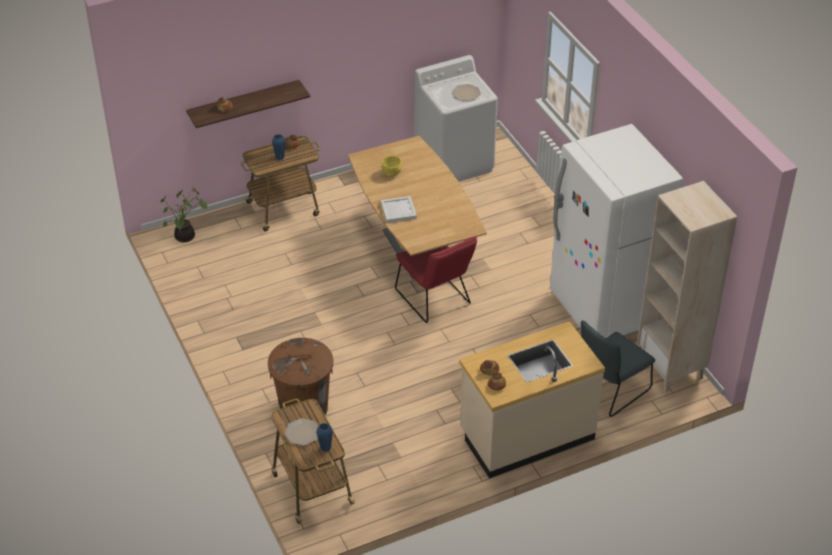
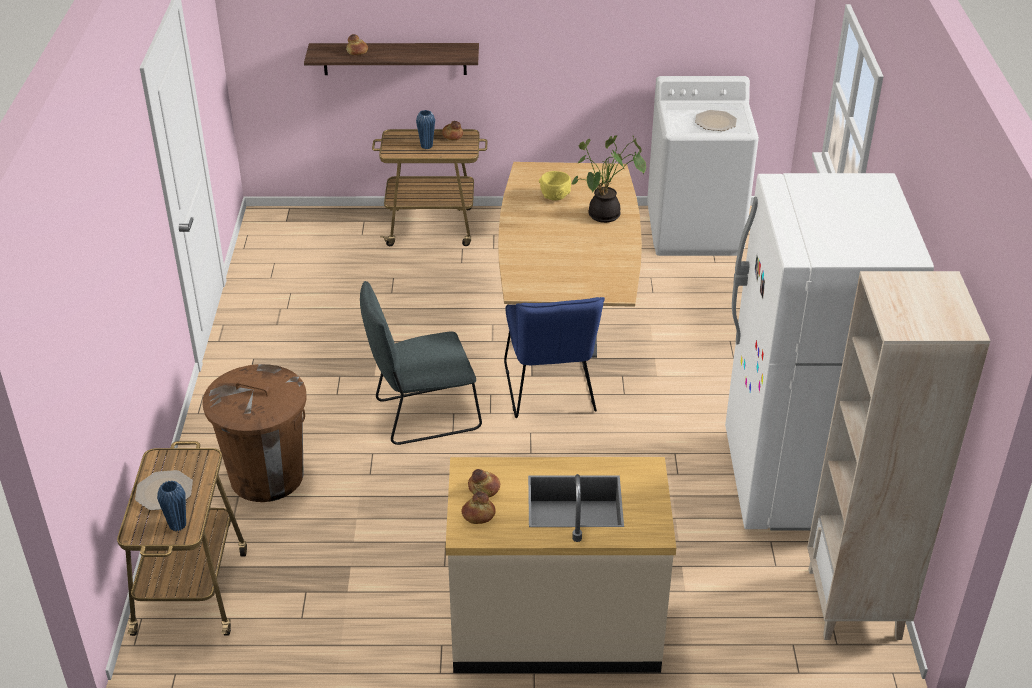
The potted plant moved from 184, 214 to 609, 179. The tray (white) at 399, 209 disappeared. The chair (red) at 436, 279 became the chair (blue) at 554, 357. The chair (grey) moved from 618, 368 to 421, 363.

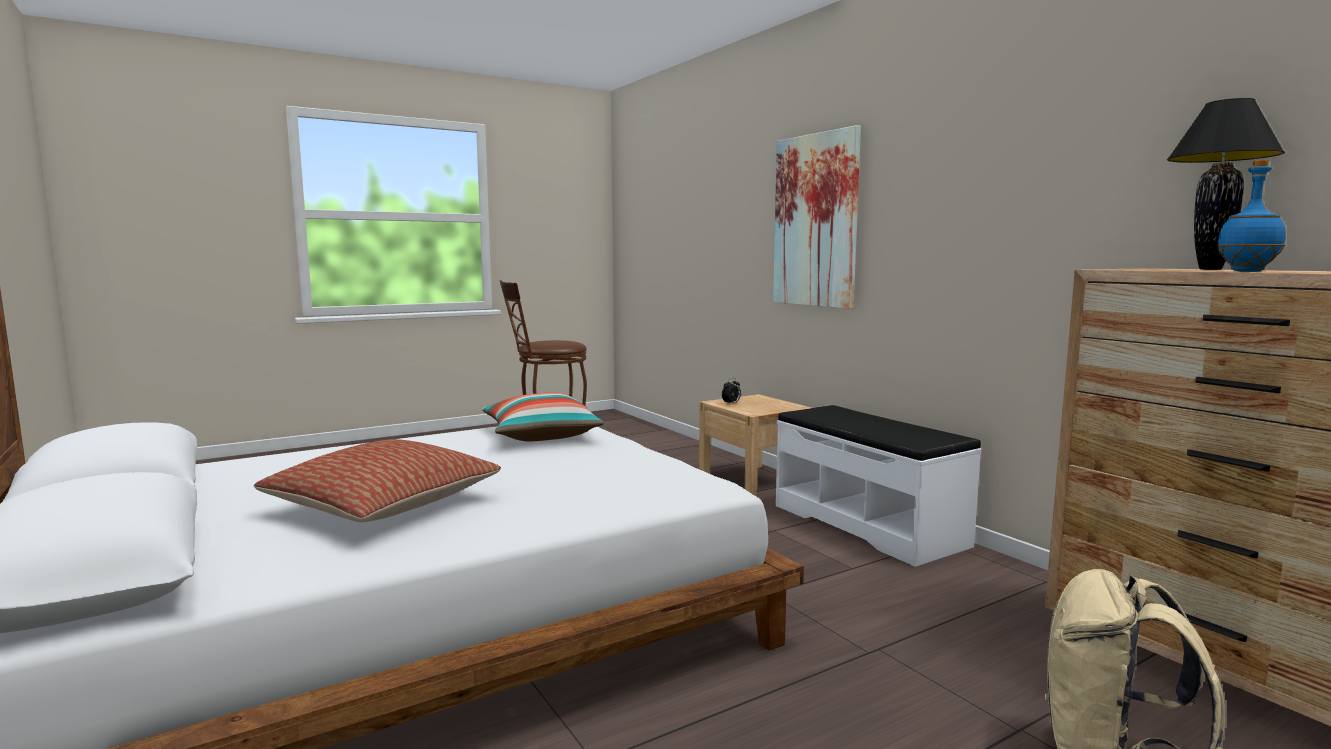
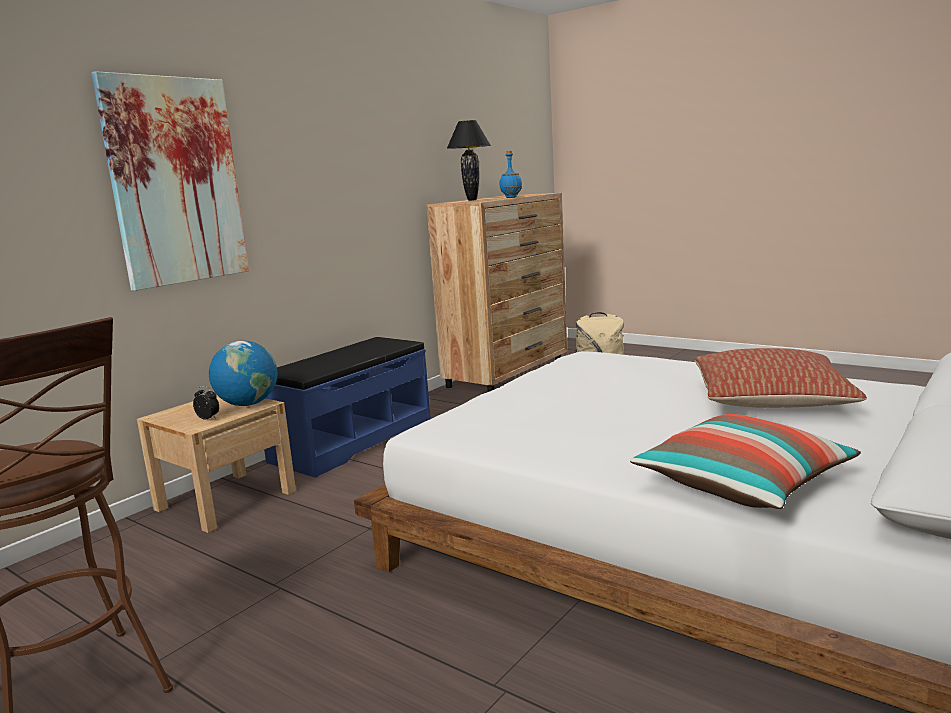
The pillow moved from 543, 416 to 745, 461. The bench (white) at 878, 486 became the bench (blue) at 347, 407. The globe at 243, 373 appeared.

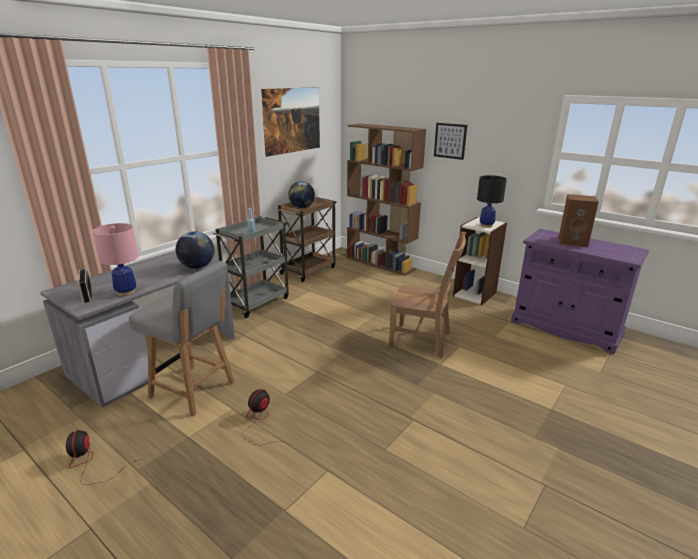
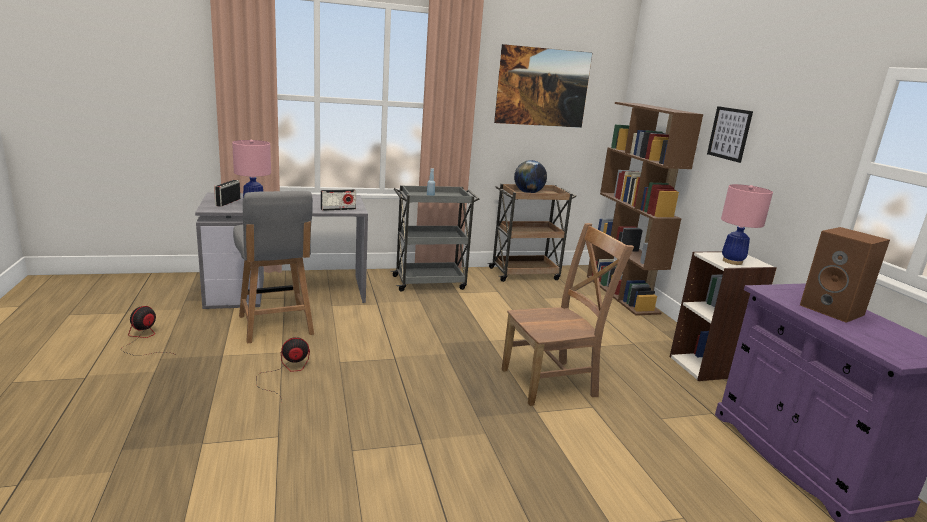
The table lamp (black) at 492, 201 became the table lamp (pink) at 747, 224. The globe at 195, 250 was replaced by the radio at 338, 200. The chair (brown) at 427, 295 turned 75 degrees counterclockwise.

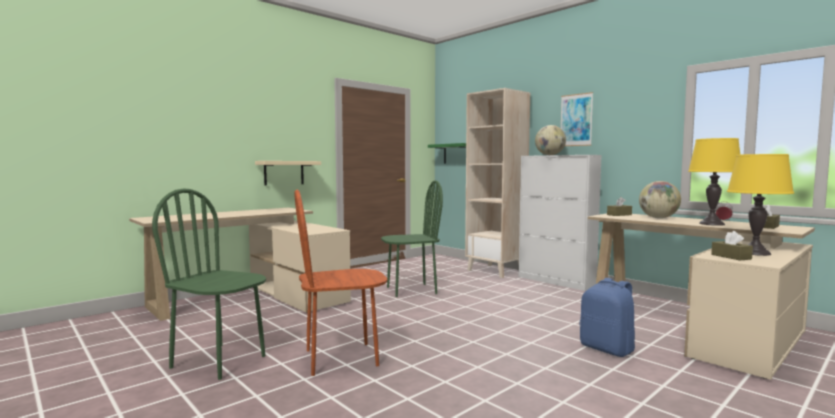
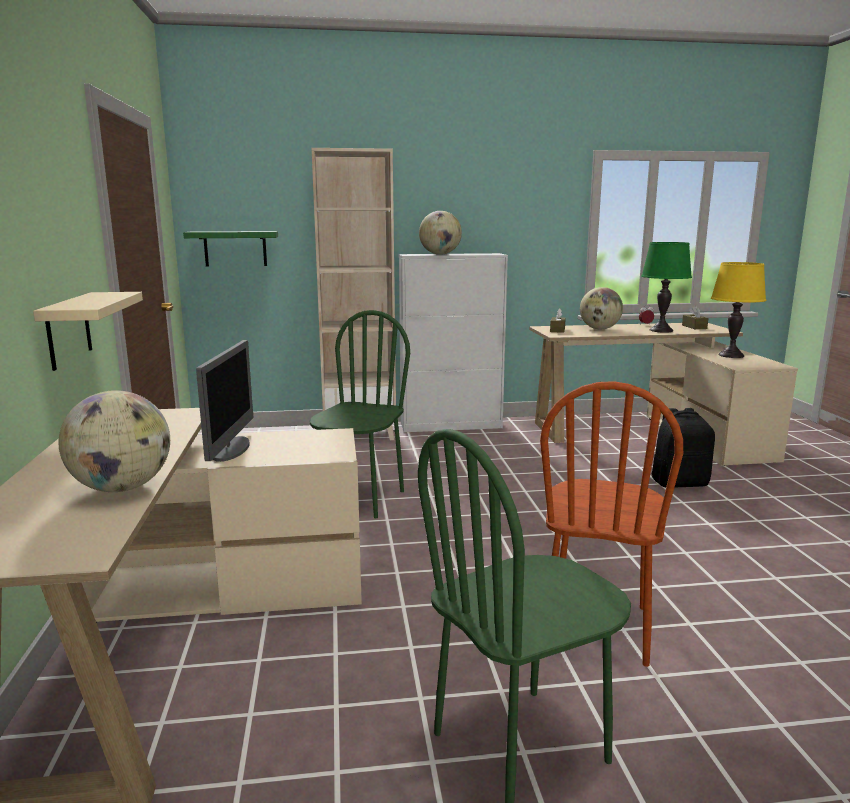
The picture at 577, 119 disappeared. The table lamp (yellow) at 714, 182 became the table lamp (green) at 666, 287. The tissue box (brown) at 732, 246 disappeared. The backpack (blue) at 607, 317 became the backpack (black) at 683, 447. The monitor at 224, 401 appeared. The globe at 114, 441 appeared.

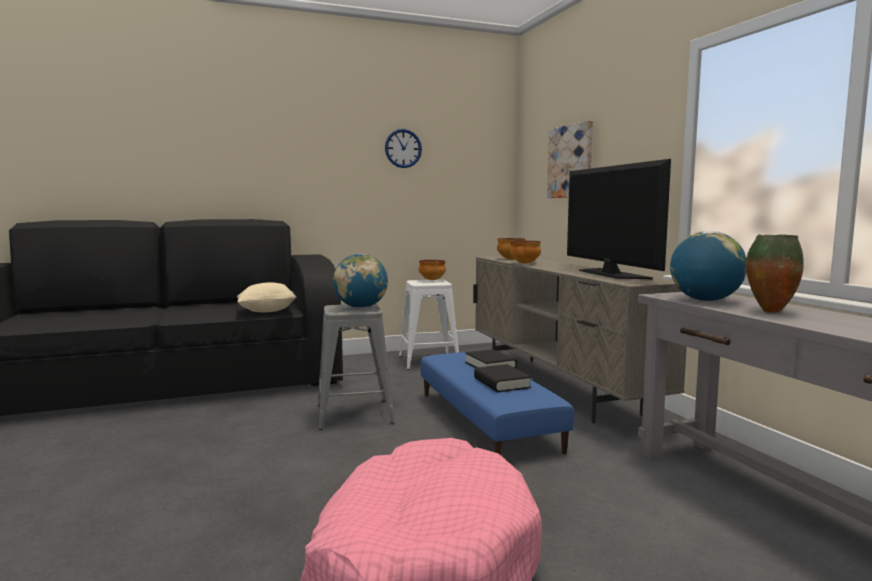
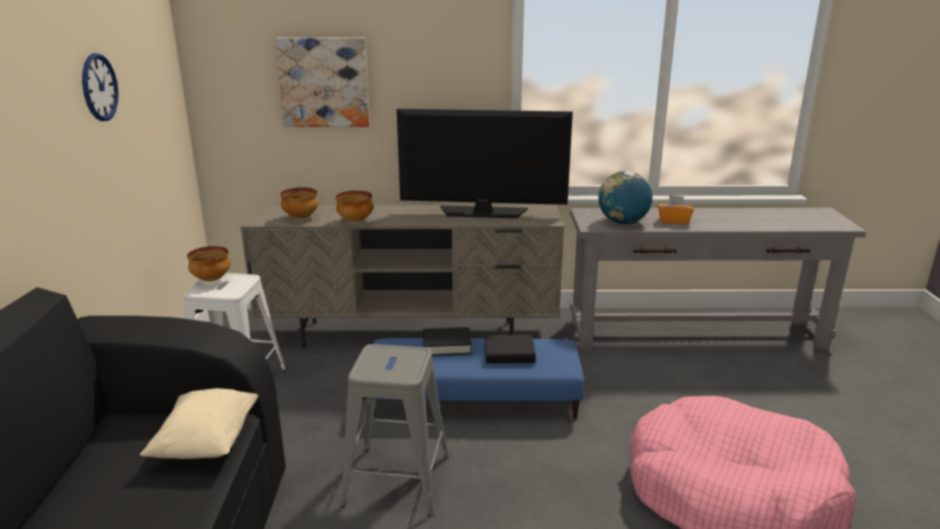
The vase at 775, 273 was replaced by the tissue box (orange) at 676, 210. The globe at 360, 281 disappeared.

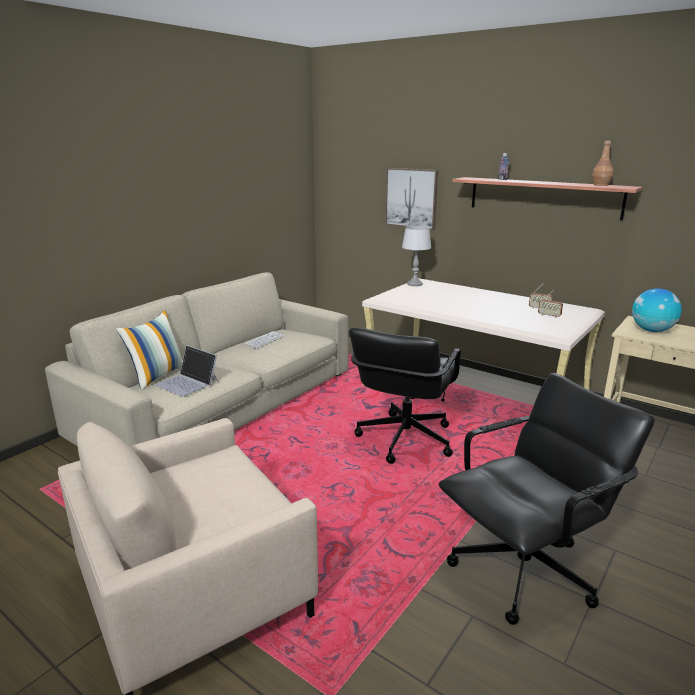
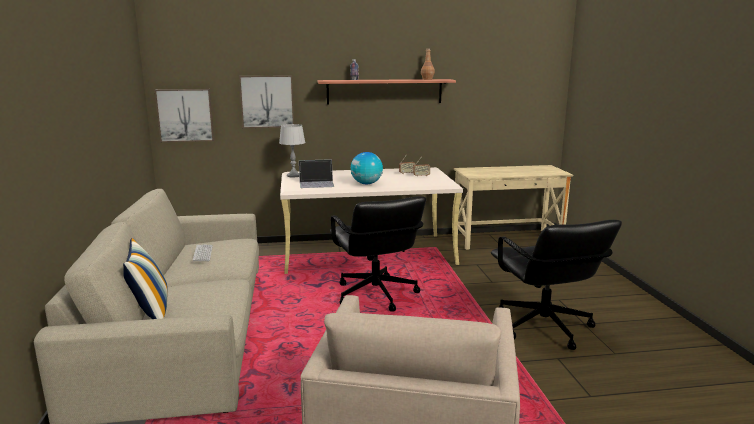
The globe moved from 657, 310 to 367, 168. The laptop moved from 186, 371 to 316, 173. The office chair (black) at 547, 499 turned 150 degrees clockwise. The picture at 184, 115 appeared.

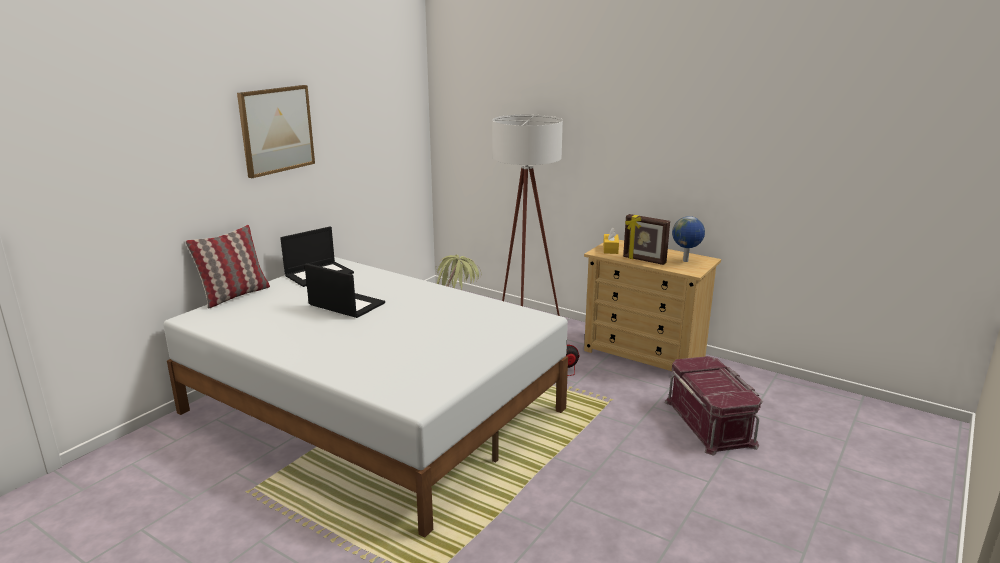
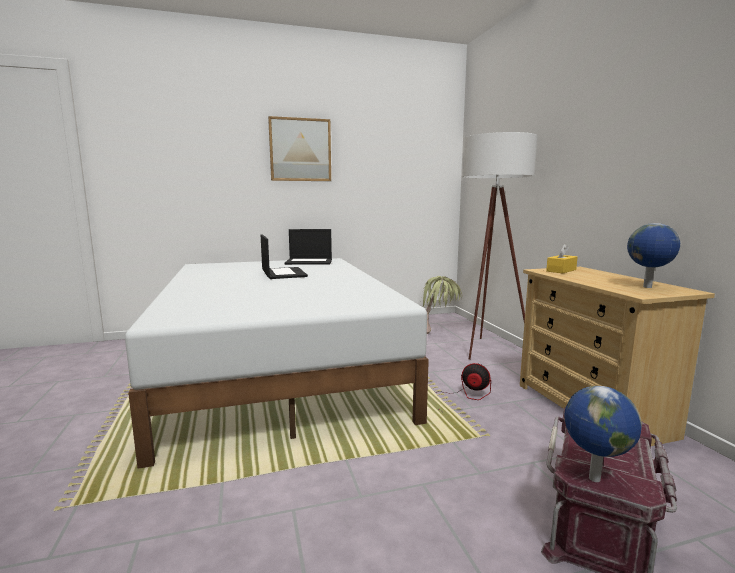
The picture frame at 646, 239 disappeared. The pillow at 228, 267 disappeared. The globe at 603, 434 appeared.

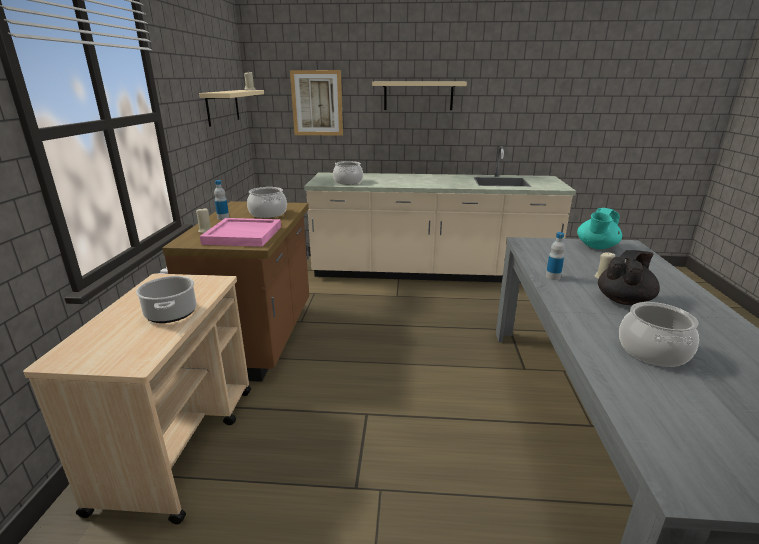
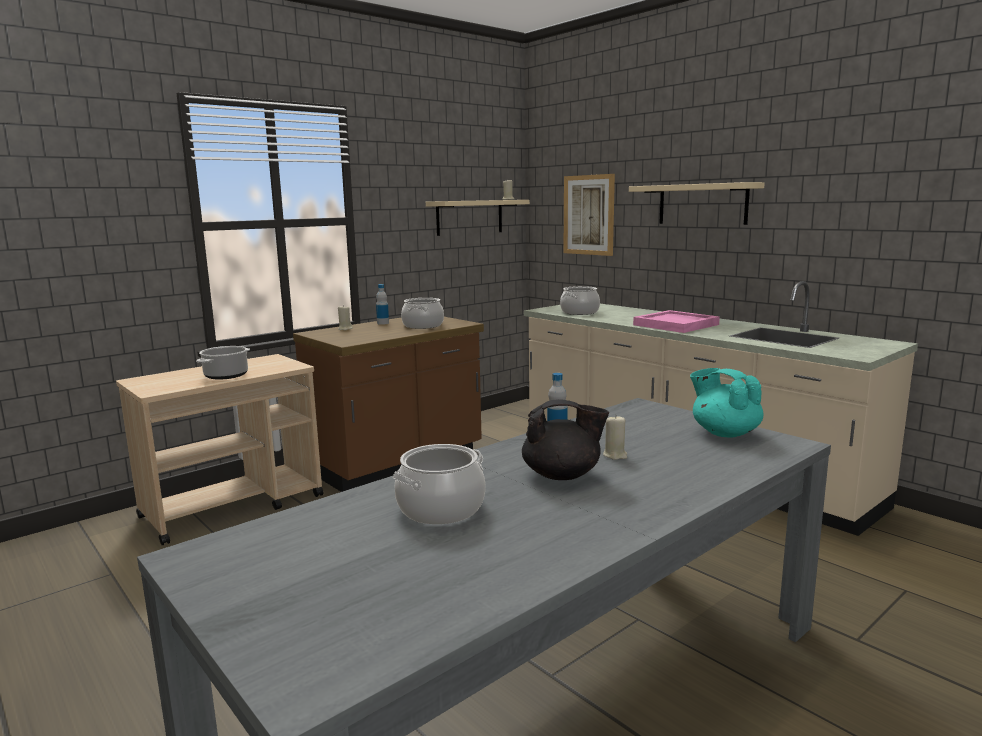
The teapot (turquoise) at 599, 228 turned 60 degrees clockwise. The tray (pink) moved from 240, 232 to 676, 321.

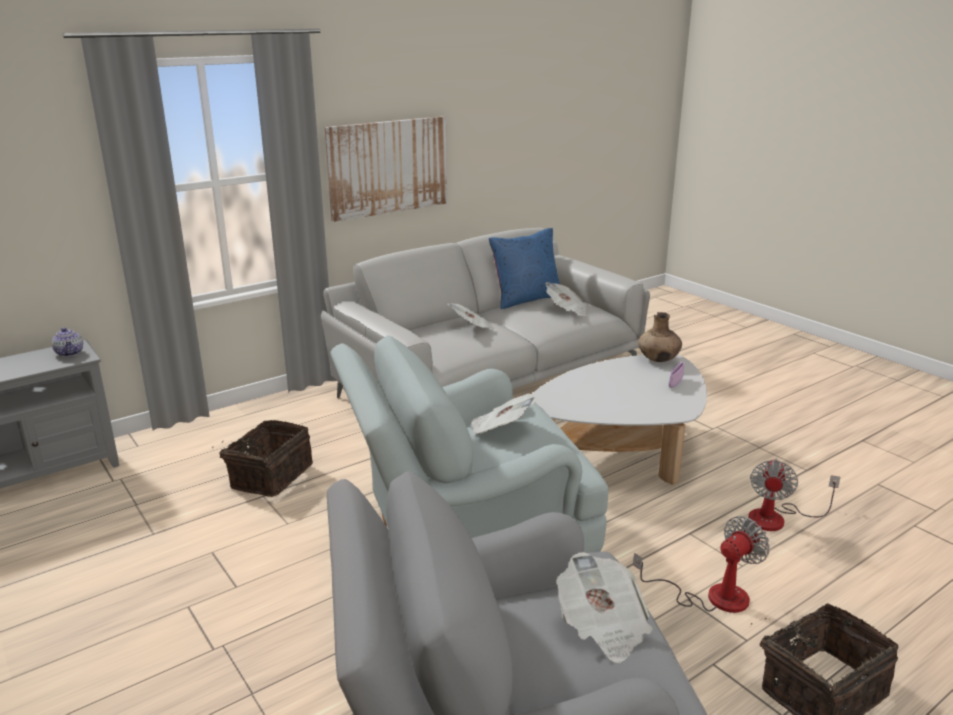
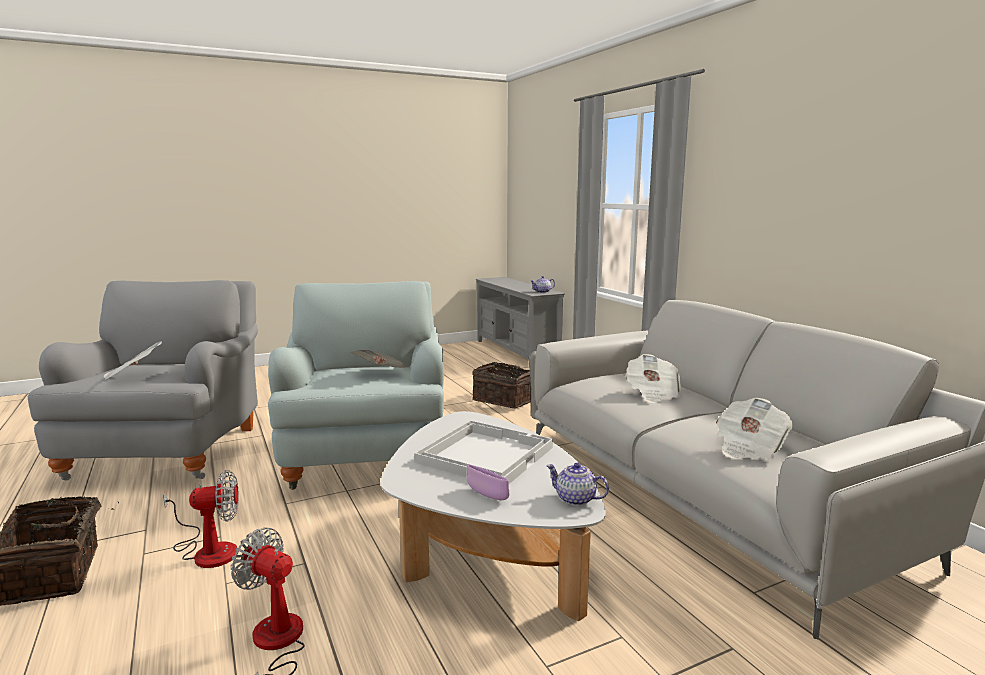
The picture at 386, 169 disappeared. The pillow (blue) at 524, 268 disappeared. The vase (brown) at 660, 337 was replaced by the teapot at 577, 484. The fan at 701, 564 turned 75 degrees counterclockwise. The tray (white) at 483, 452 appeared.

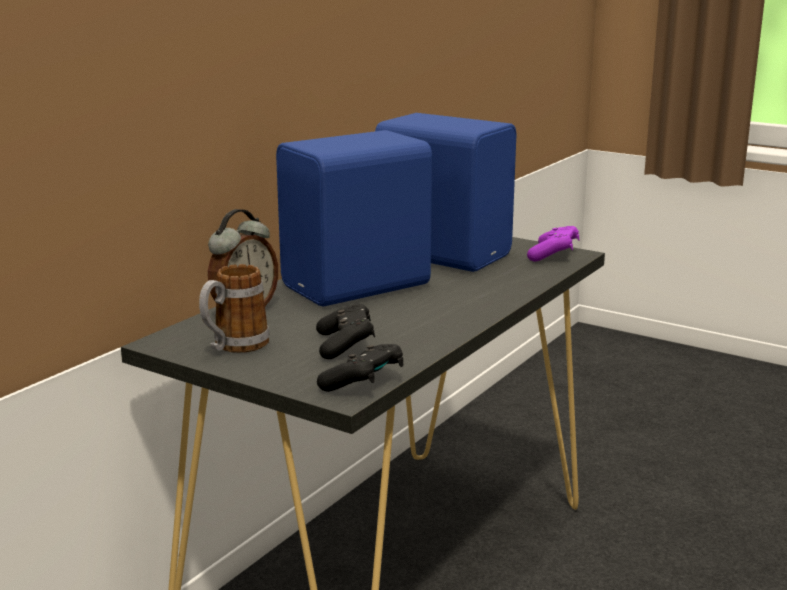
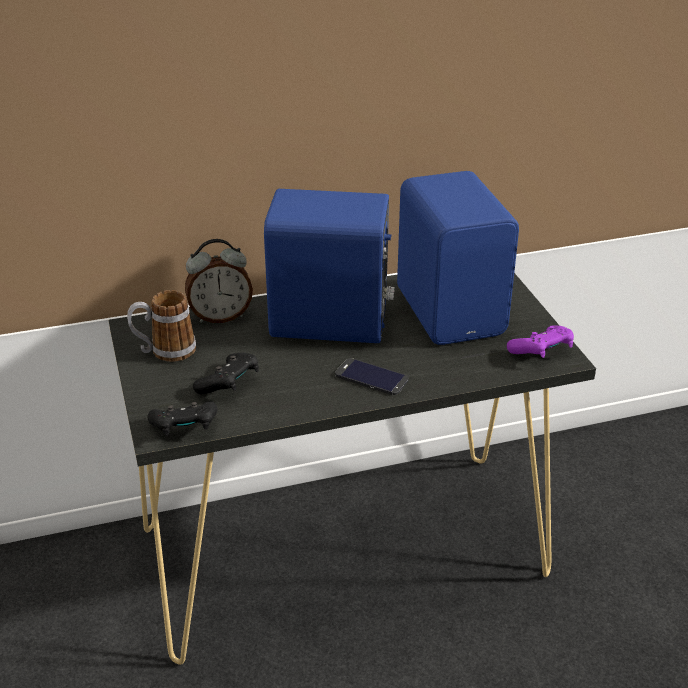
The phone at 372, 376 appeared.

